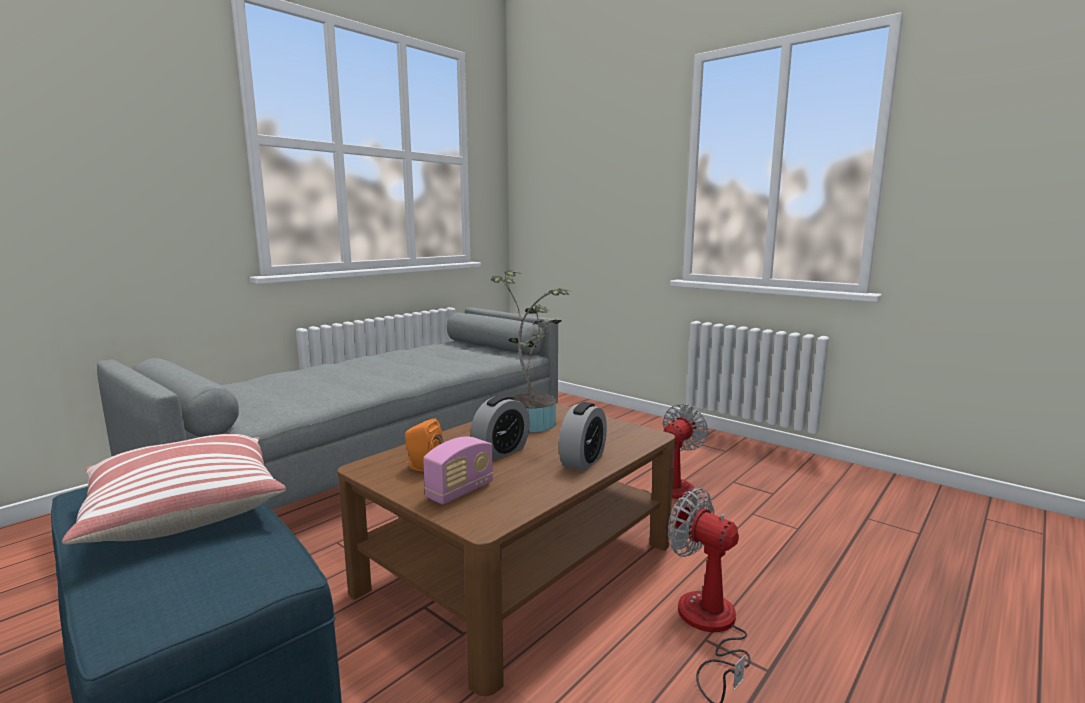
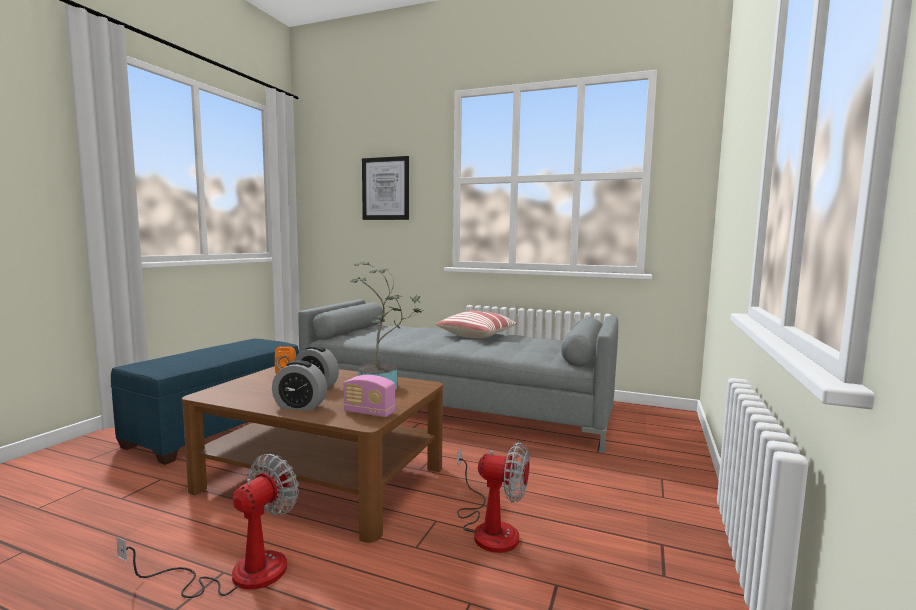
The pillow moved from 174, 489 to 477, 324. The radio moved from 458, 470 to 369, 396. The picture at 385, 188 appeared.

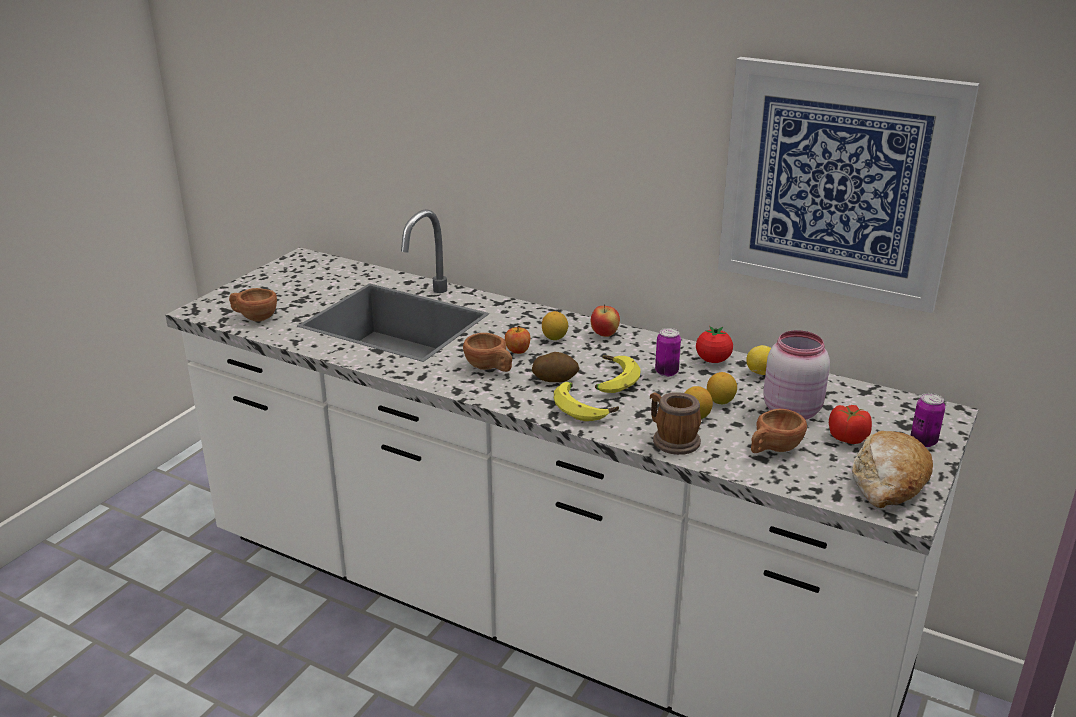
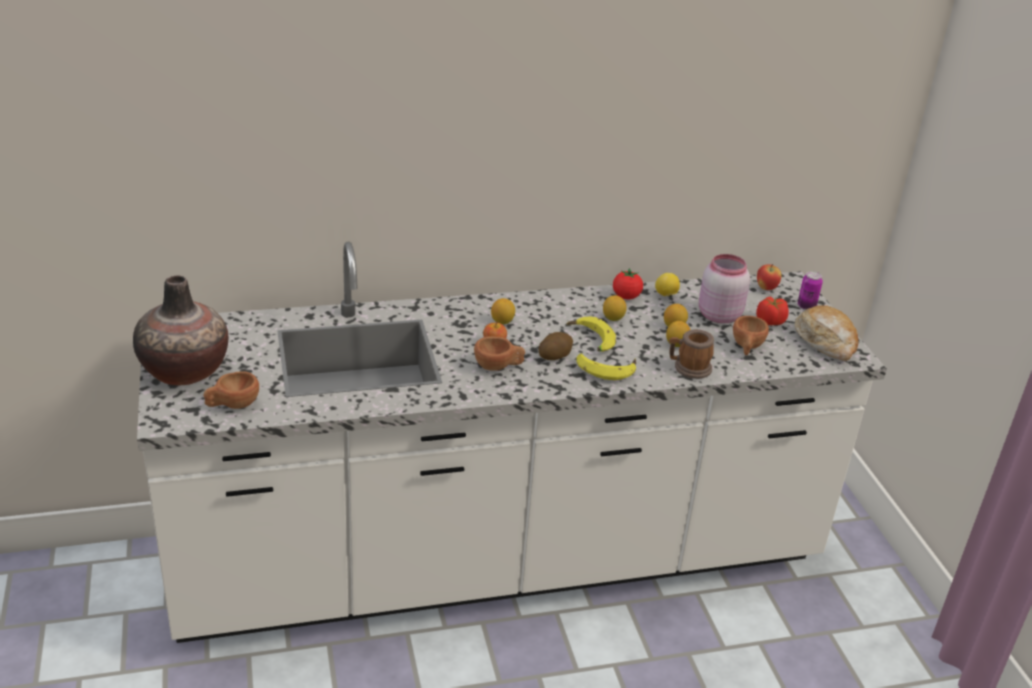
The picture at 848, 185 disappeared. The apple moved from 605, 320 to 769, 277. The can at 668, 352 was replaced by the lemon at 615, 308. The vase at 180, 331 appeared.

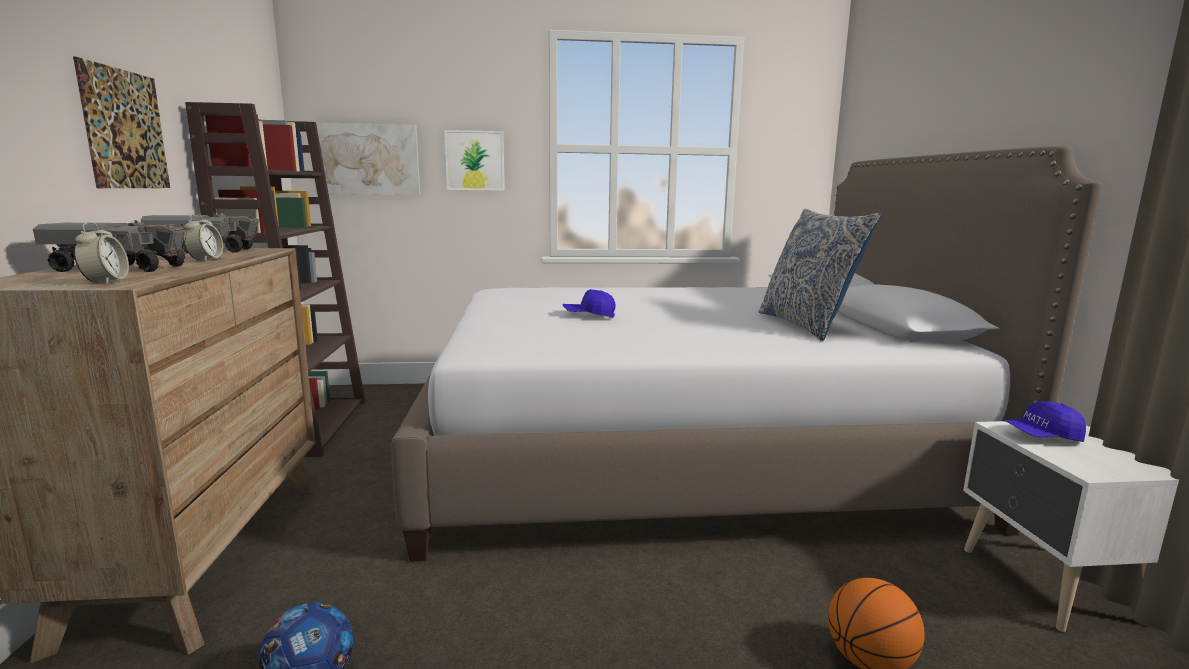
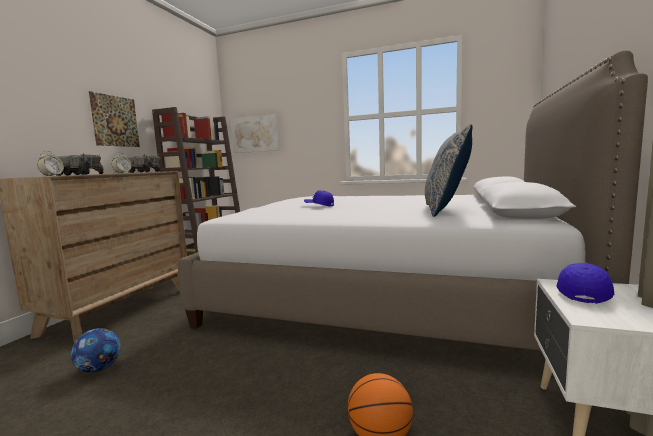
The picture at 474, 160 disappeared. The cap (blue) at 1045, 421 turned 105 degrees clockwise.

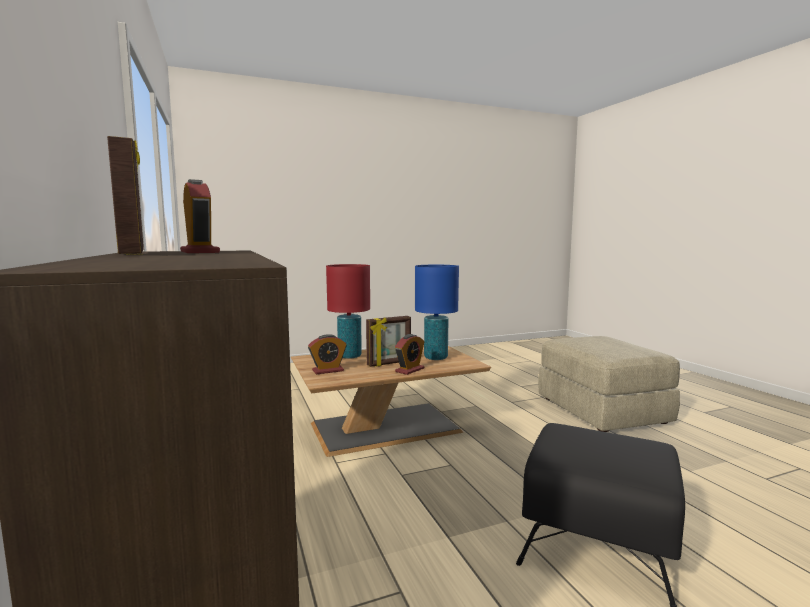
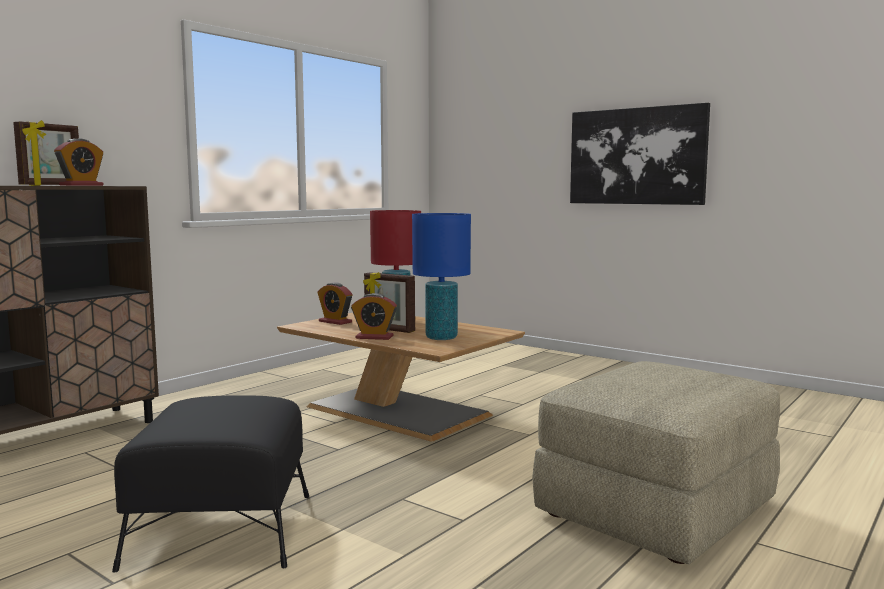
The picture at 640, 154 appeared.

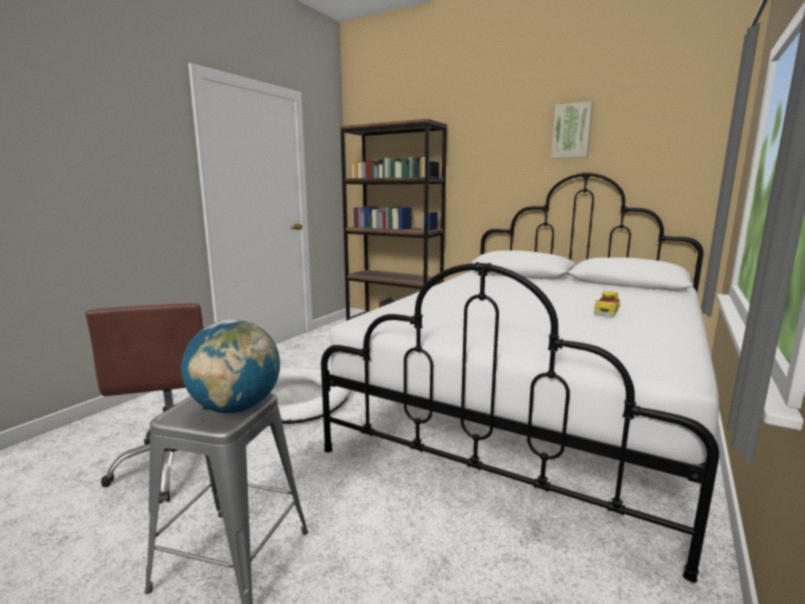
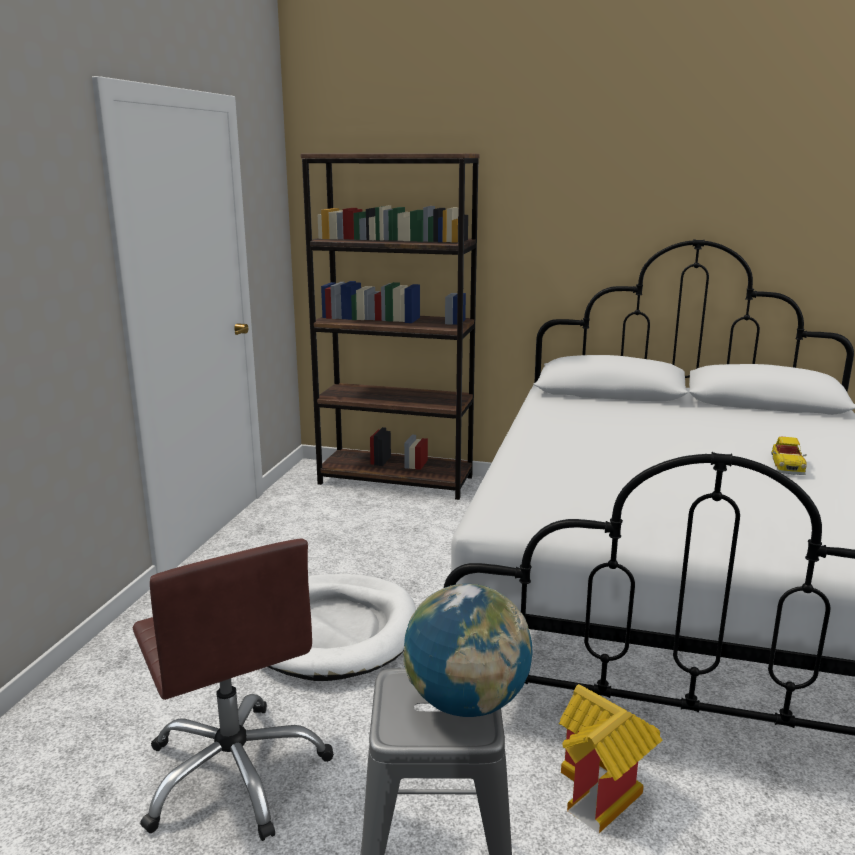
The picture at 572, 129 disappeared. The toy house at 611, 758 appeared.

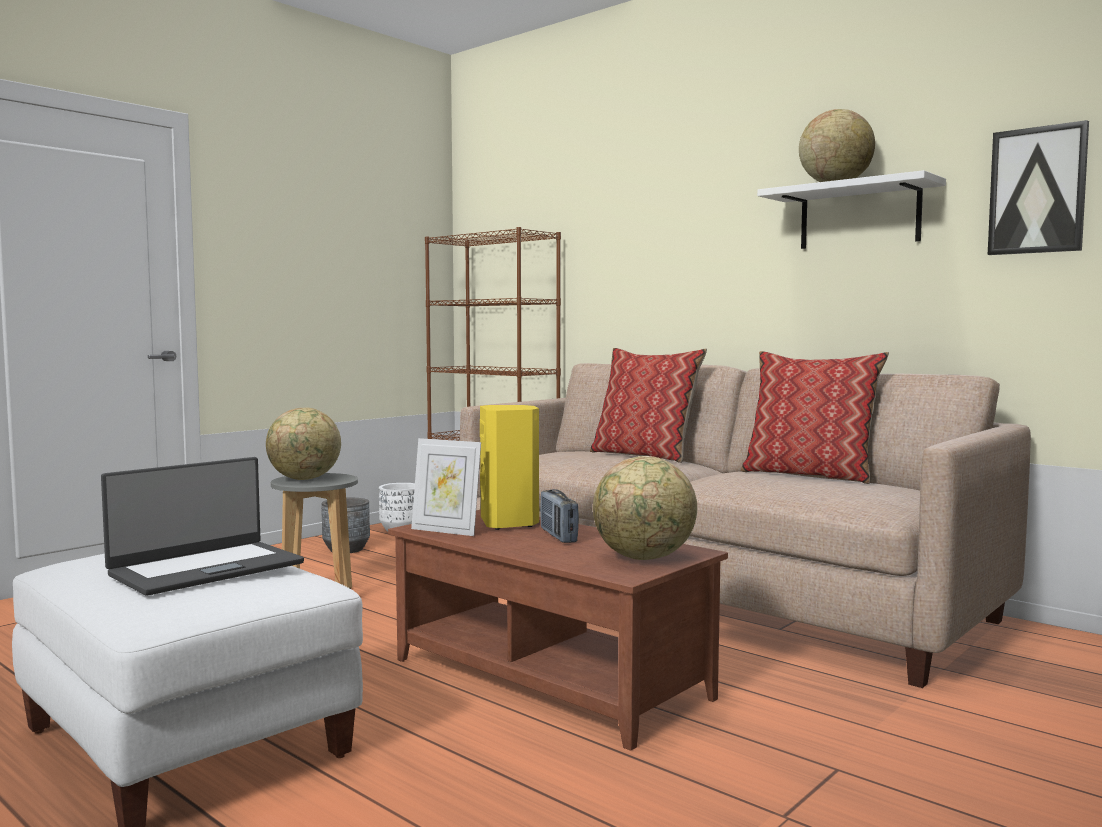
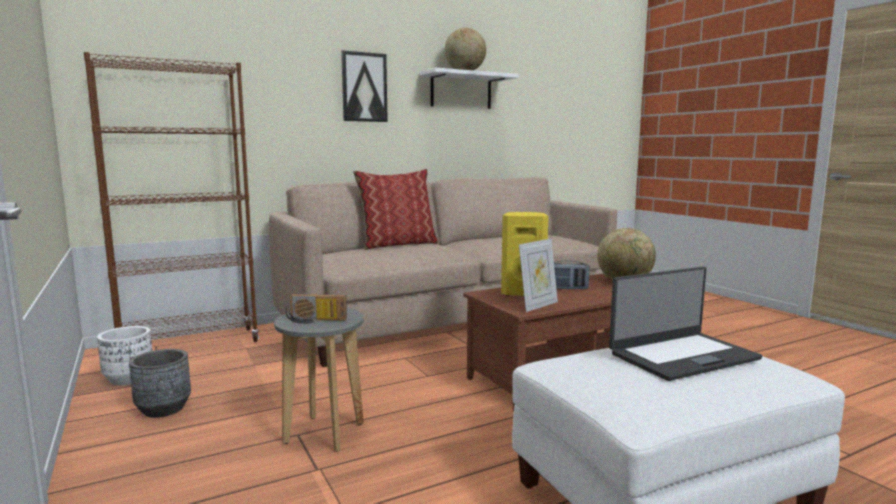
The picture moved from 1038, 187 to 364, 86. The pillow at 814, 417 disappeared. The globe at 303, 444 was replaced by the radio at 316, 309. The laptop at 202, 526 turned 90 degrees clockwise.

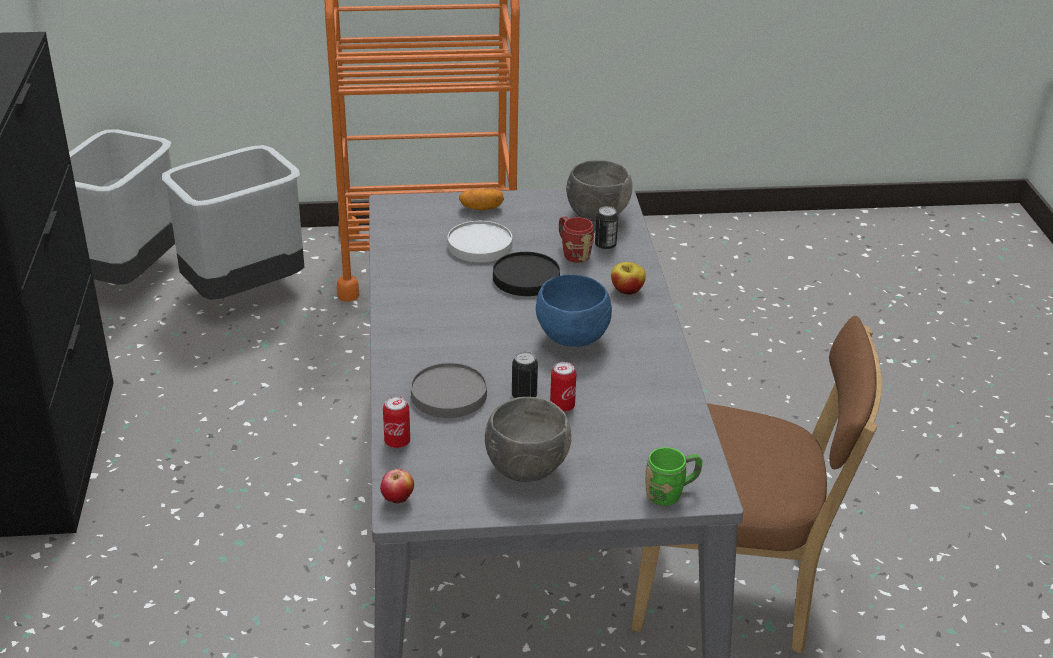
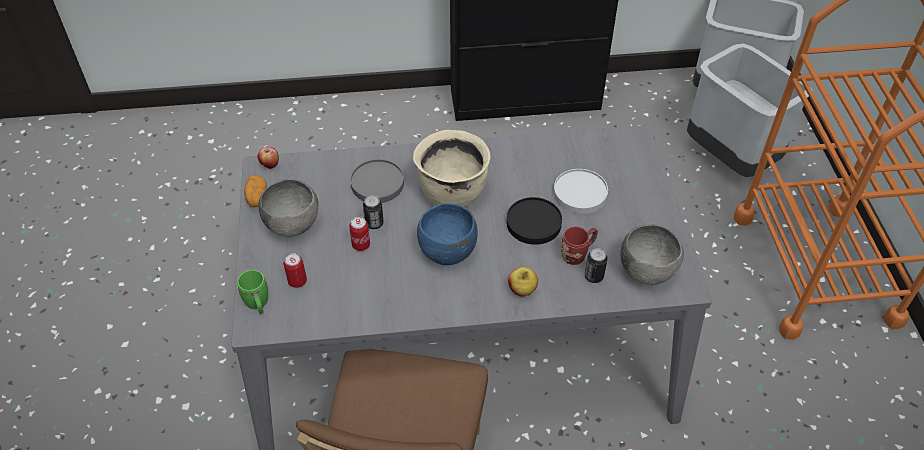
The potato moved from 481, 199 to 255, 191. The can moved from 396, 422 to 295, 270. The cooking pot (beige) at 451, 168 appeared.

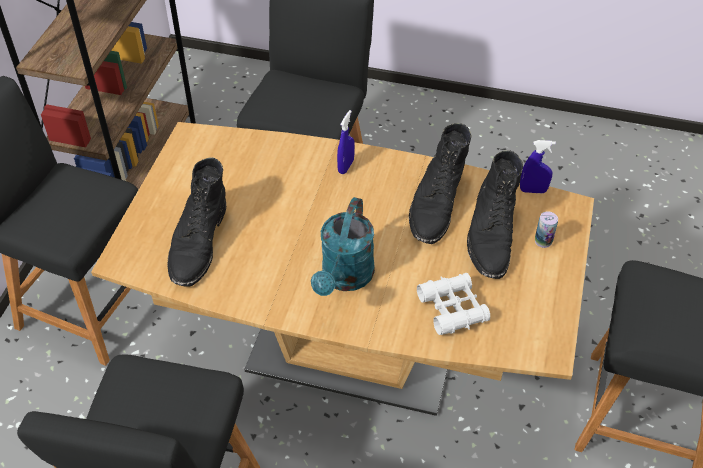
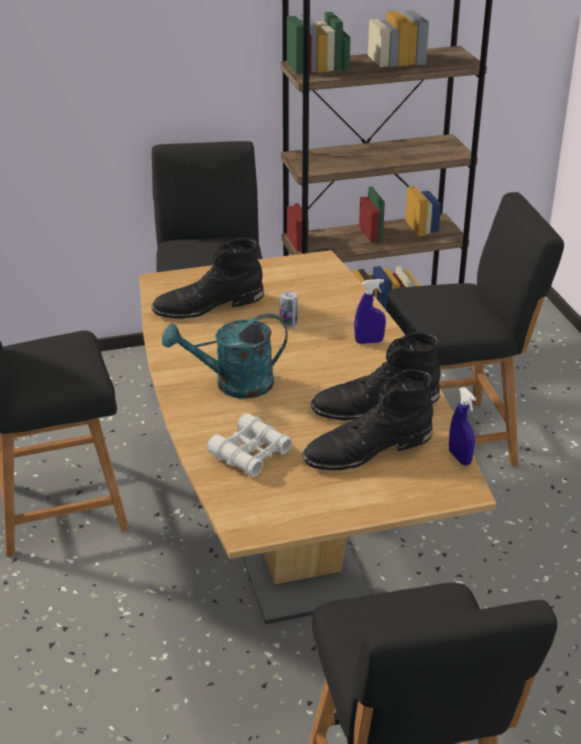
The can moved from 546, 229 to 289, 310.

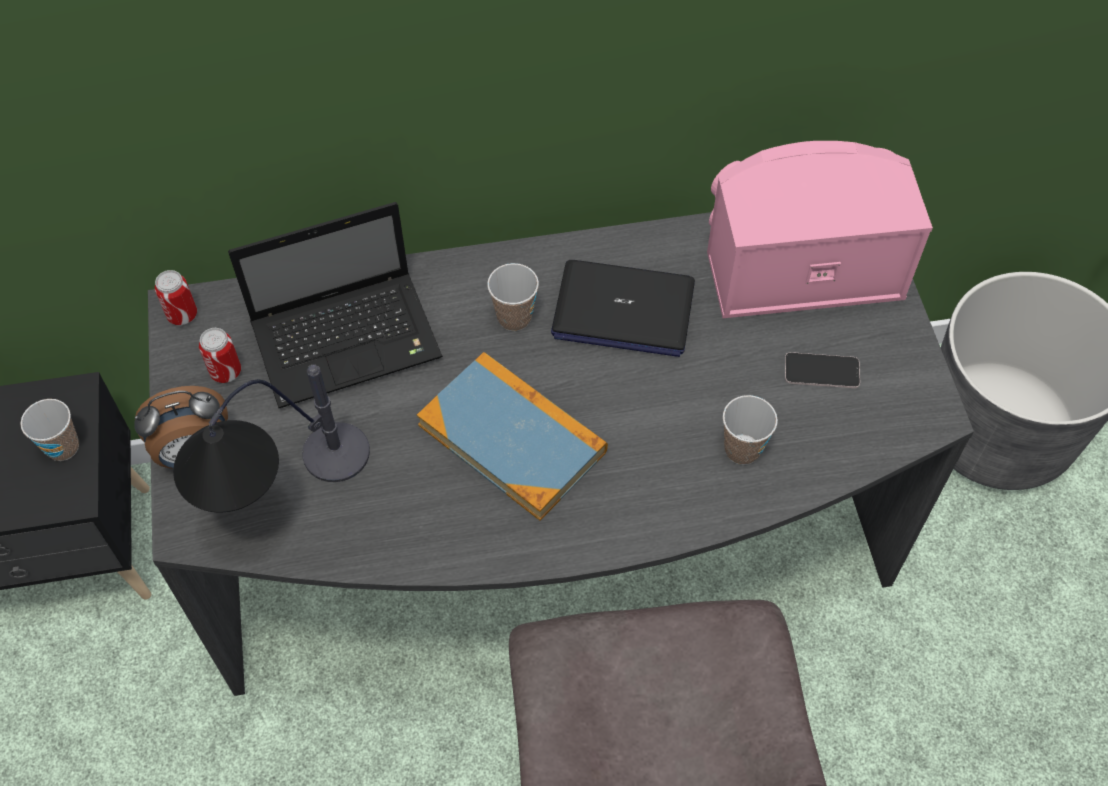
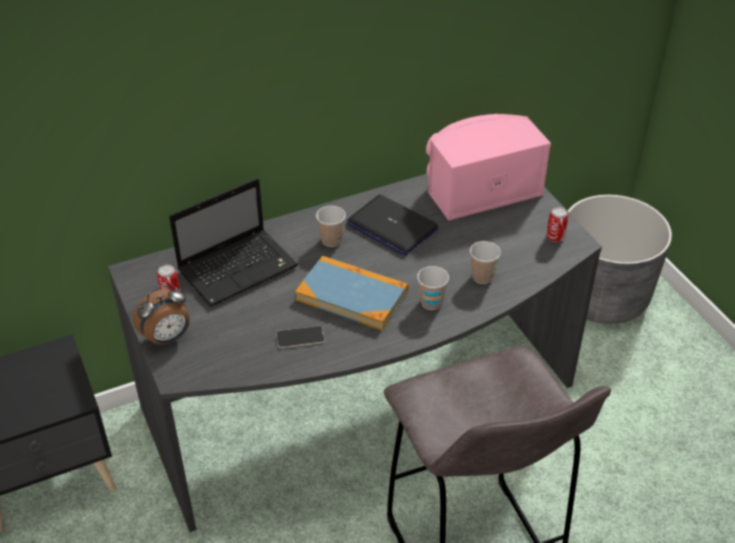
The laptop at 623, 308 turned 45 degrees clockwise. The can moved from 176, 297 to 557, 224. The phone moved from 822, 370 to 300, 337. The table lamp at 271, 438 disappeared. The cup moved from 49, 430 to 433, 288.

